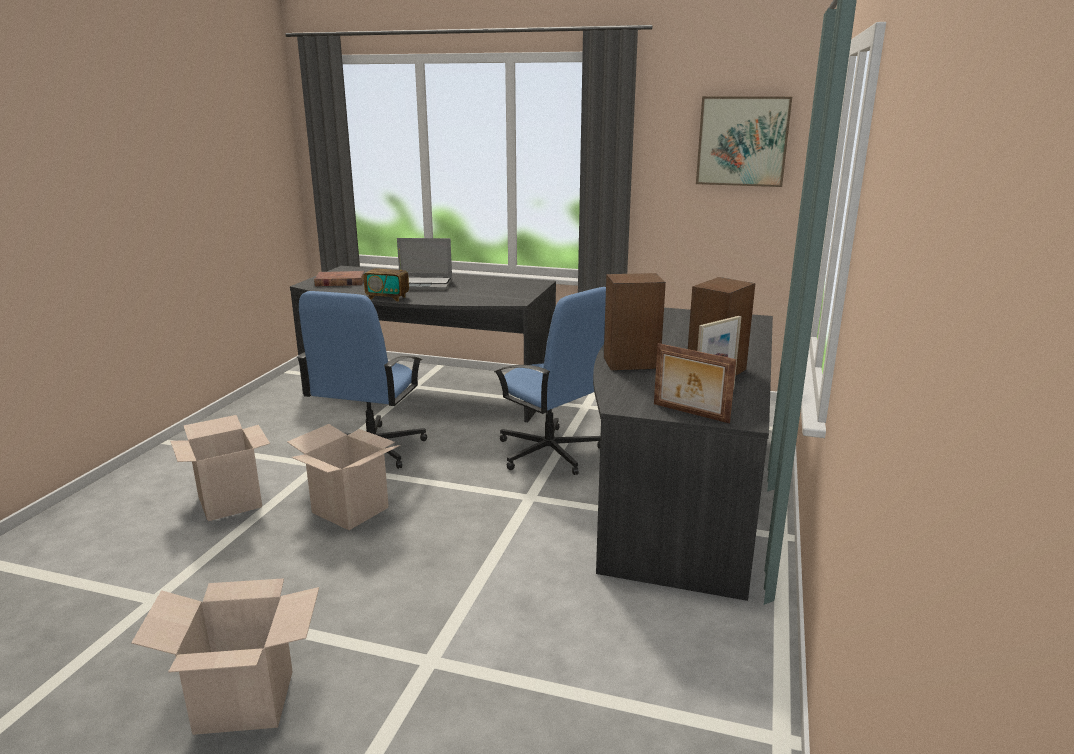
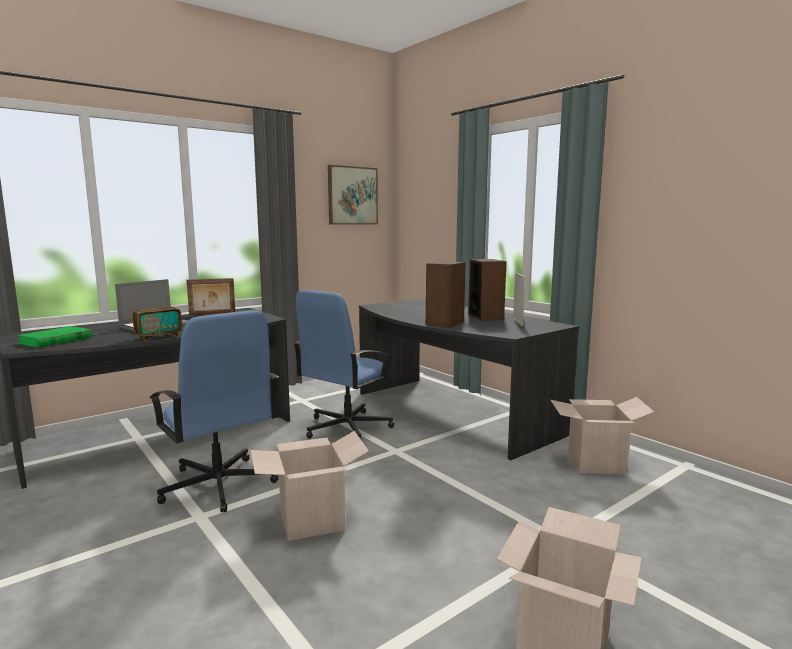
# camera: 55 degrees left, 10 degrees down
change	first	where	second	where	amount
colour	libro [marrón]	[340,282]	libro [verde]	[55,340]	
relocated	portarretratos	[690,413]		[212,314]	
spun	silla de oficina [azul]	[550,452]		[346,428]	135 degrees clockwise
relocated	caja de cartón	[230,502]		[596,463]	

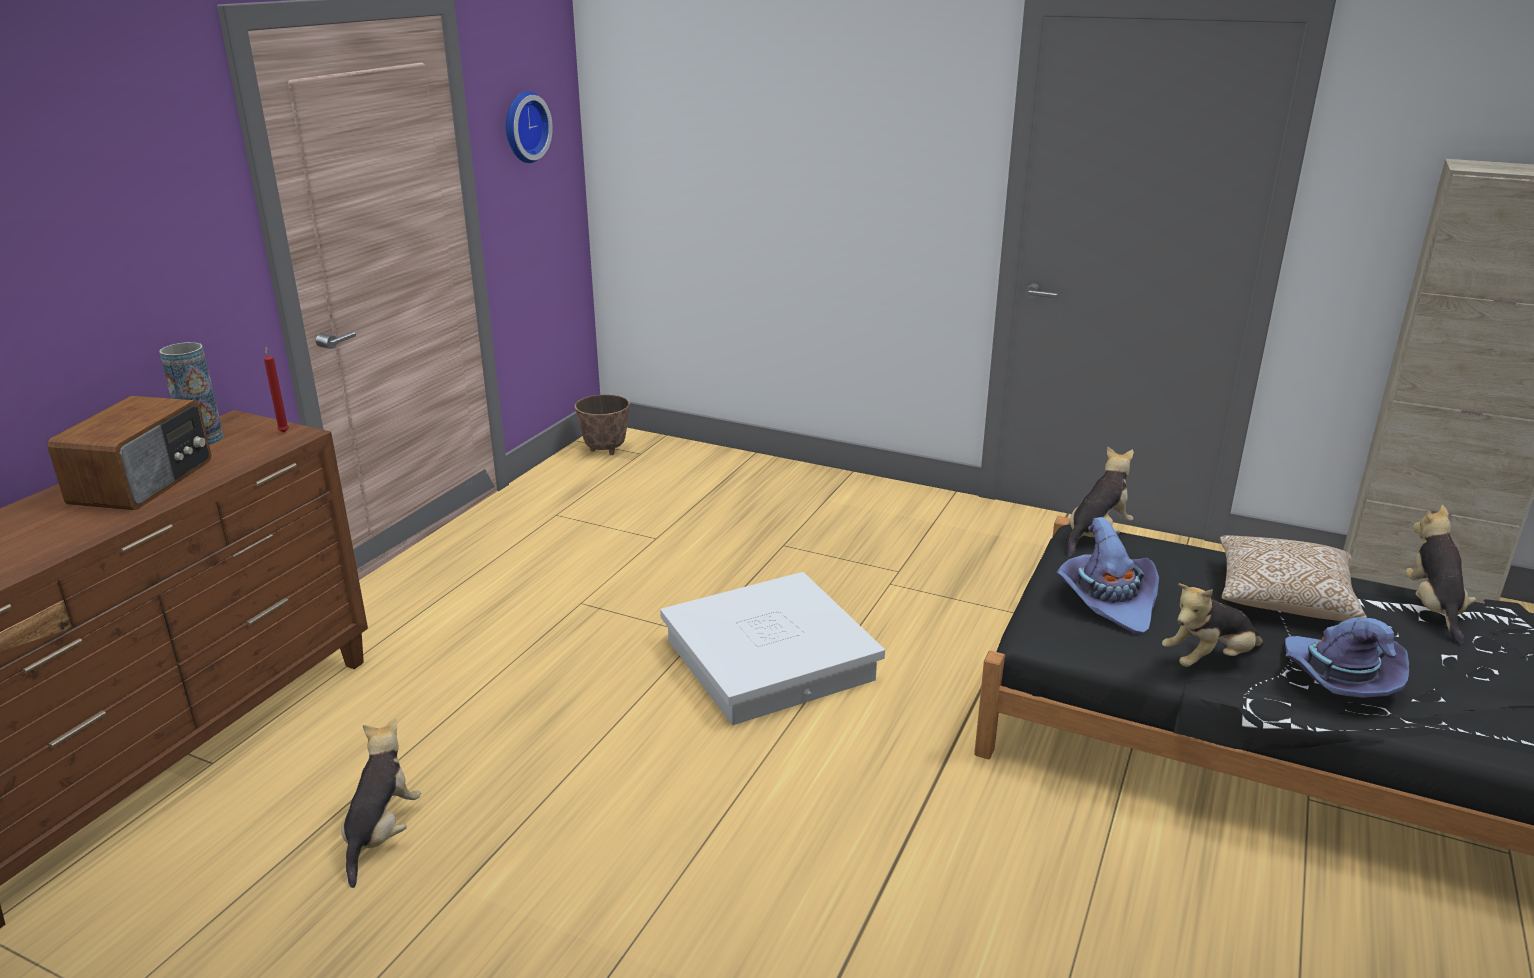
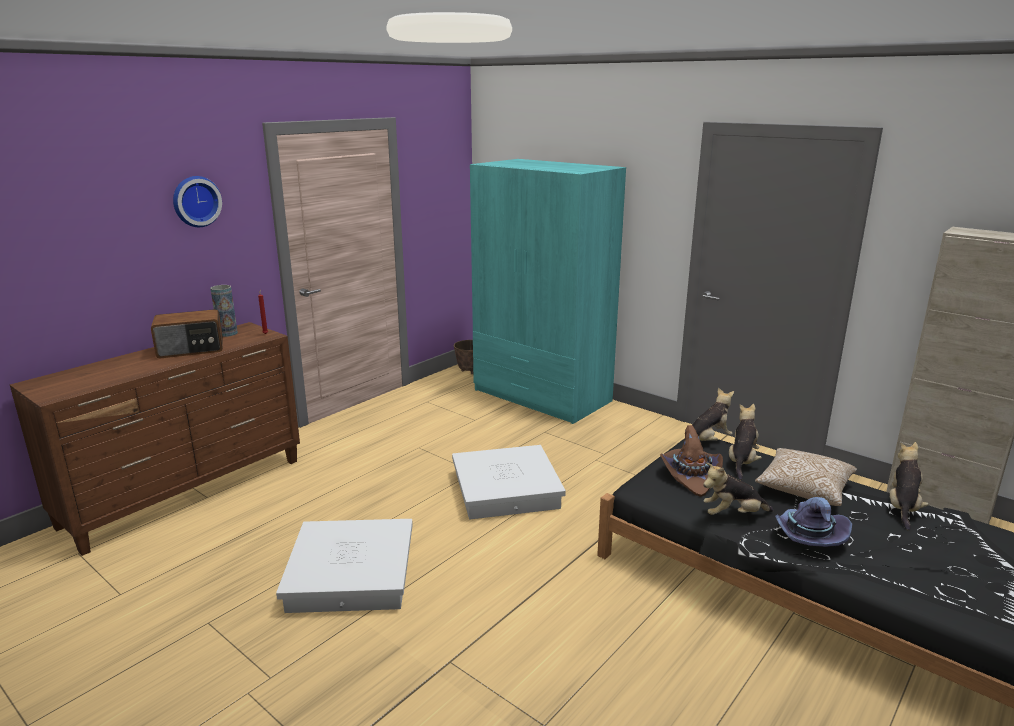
# camera: 15 degrees right, 5 degrees down
change	first	where	second	where	amount
spun	radio	[145,481]		[191,349]	45 degrees clockwise
relocated	reloj de pared	[523,127]		[195,201]	
appeared			caja de almacenaje [blanco]	[352,574]	
appeared			armario ropero [turquesa]	[541,396]	
colour	sombrero [morado]	[1107,600]	sombrero [marrón]	[691,476]	
relocated	peluche	[382,833]		[742,462]	

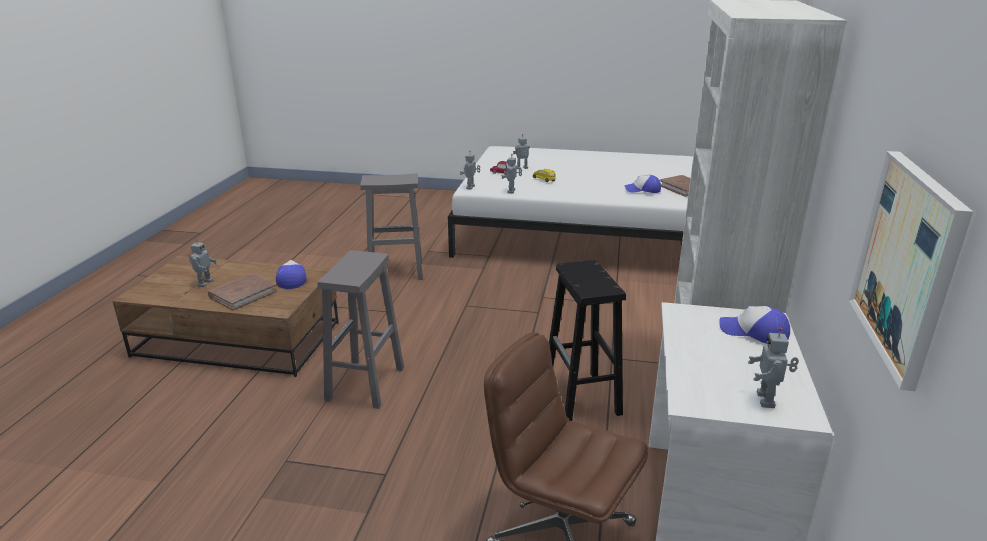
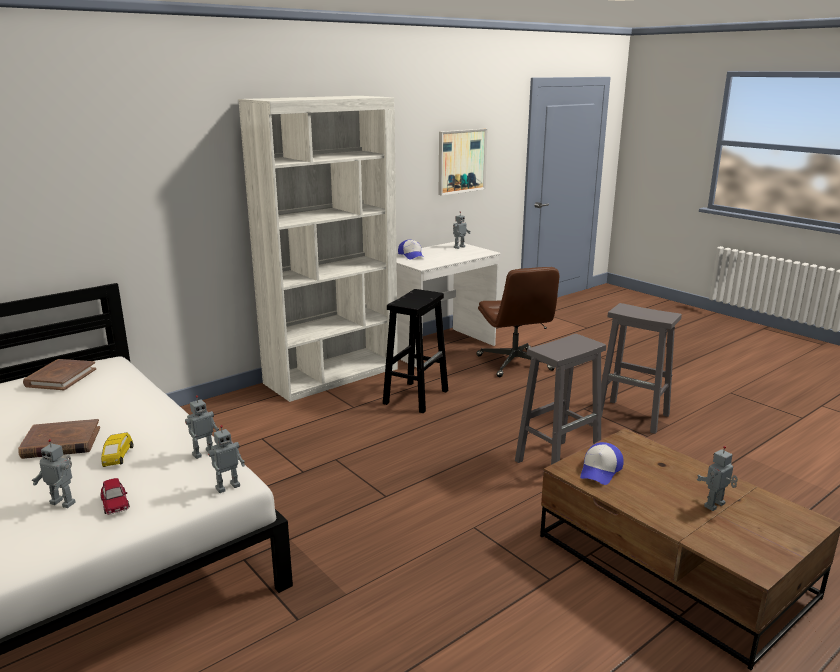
# camera: 140 degrees left, 5 degrees down
change	first	where	second	where	amount
relocated	libro [marrón]	[243,294]		[61,443]	
relocated	taburete [gris]	[394,272]		[633,416]	
missing	gorra	[642,190]			

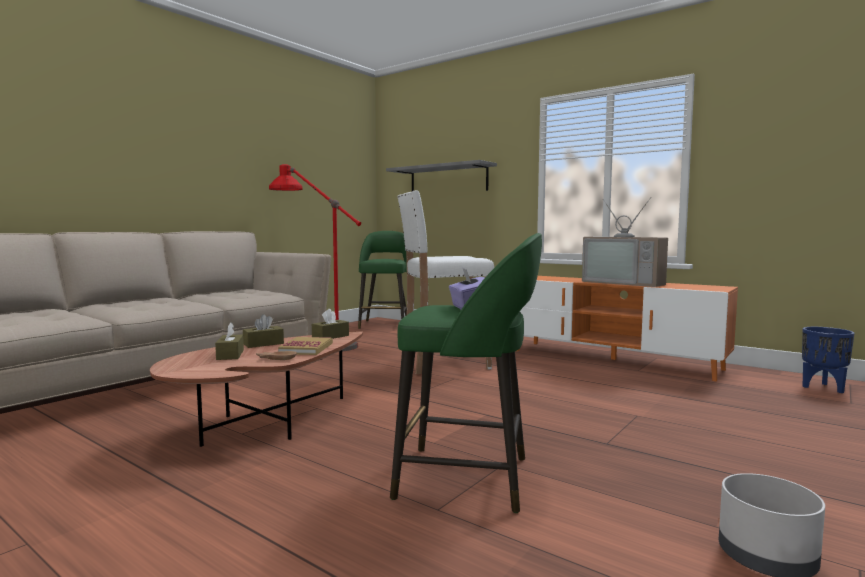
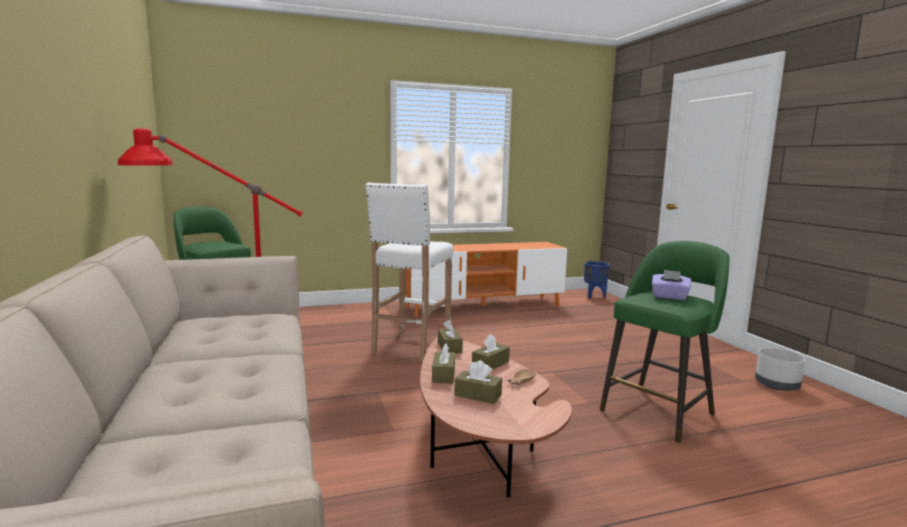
# camera: 55 degrees left, 5 degrees up
change	first	where	second	where	amount
exchanged	libro	[306,348]	caja de pañuelos [marrón]	[490,364]	
missing	estante [gris]	[448,179]			
missing	televisor	[625,283]			

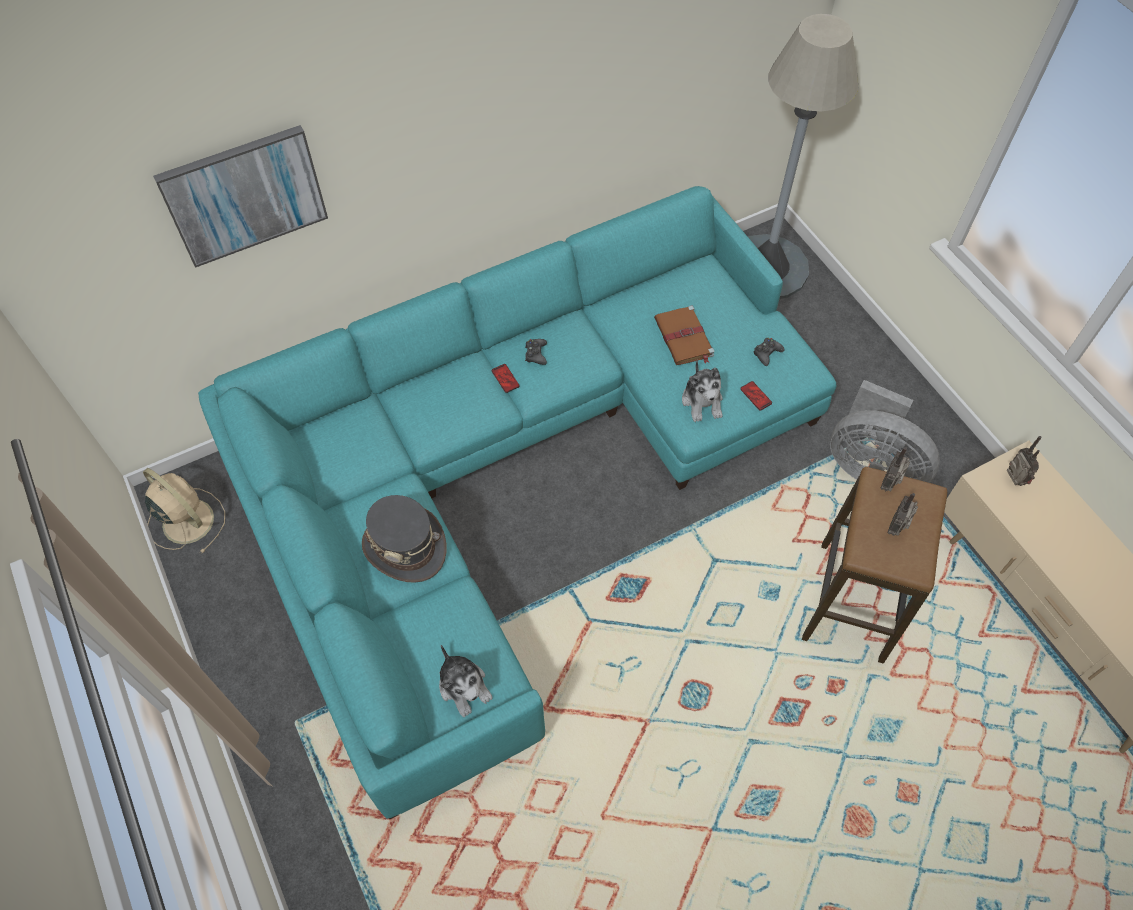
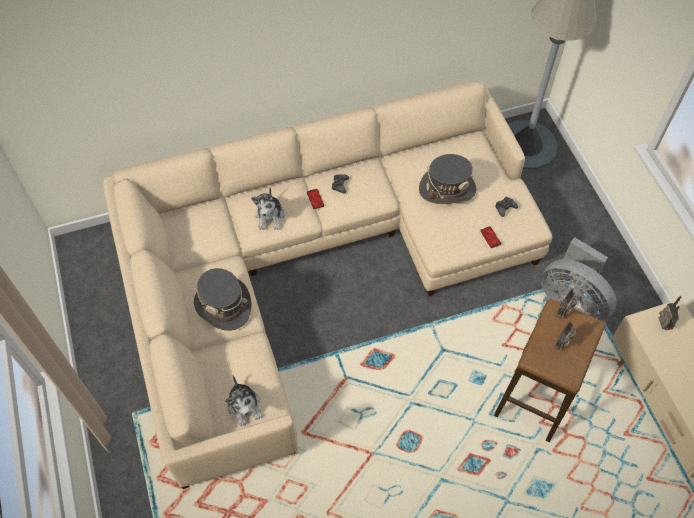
# camera: 10 degrees right, 0 degrees up
change	first	where	second	where	amount
colour	sofá [turquesa]	[511,468]	sofá [beis]	[312,263]	
relocated	peluche	[702,401]		[270,216]	
exchanged	libro [marrón]	[684,338]	sombrero [gris]	[447,189]	
missing	ventilador [beis]	[186,520]			
missing	cuadro	[244,195]			

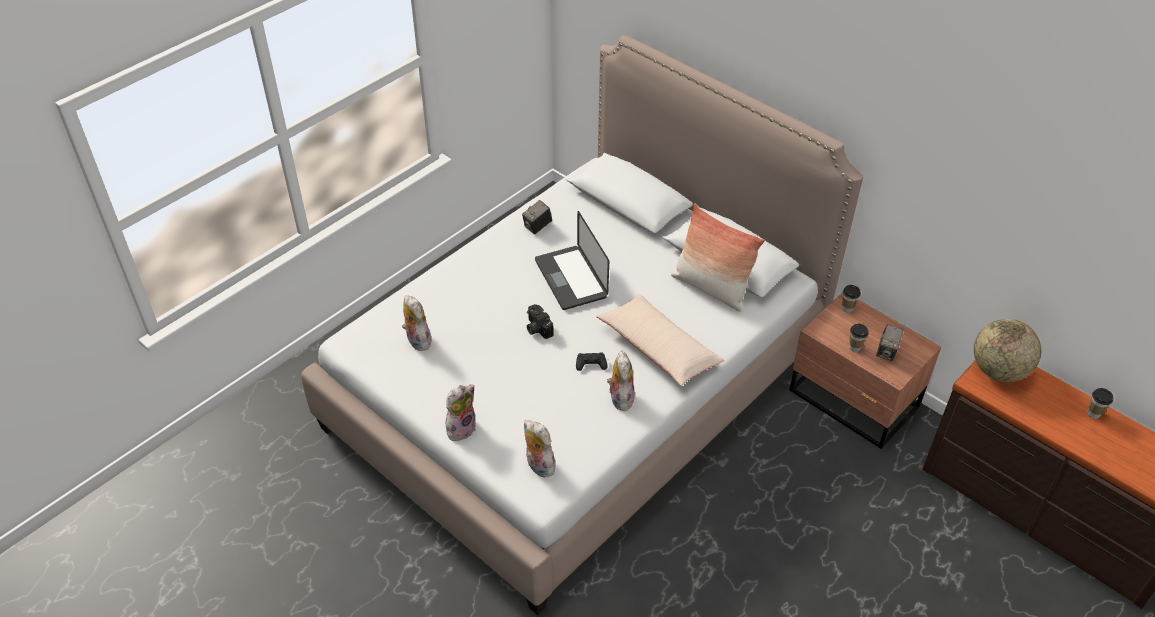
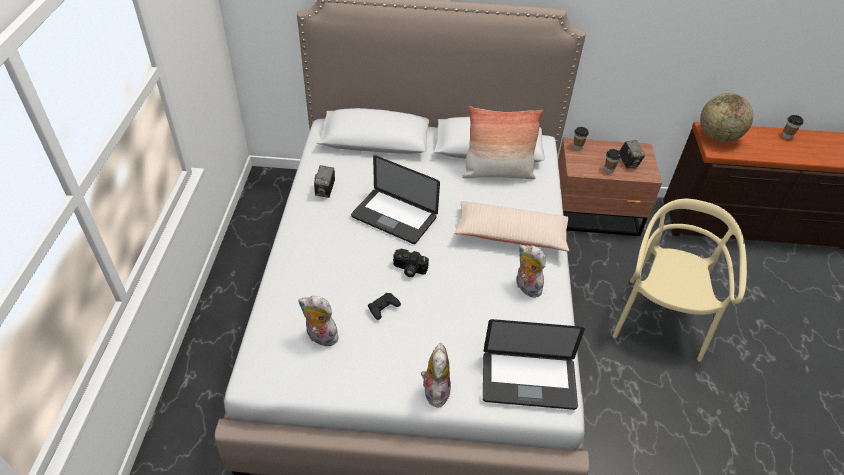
# camera: 40 degrees left, 0 degrees up
change	first	where	second	where	amount
relocated	mando de consola [negro]	[591,364]		[383,307]	
exchanged	peluche	[538,466]	portátil	[528,381]	
appeared			silla [beis]	[659,319]	

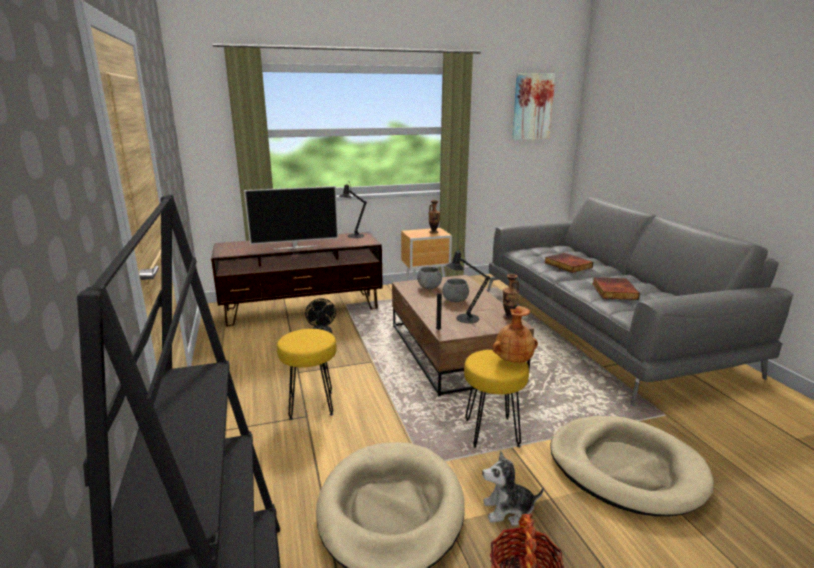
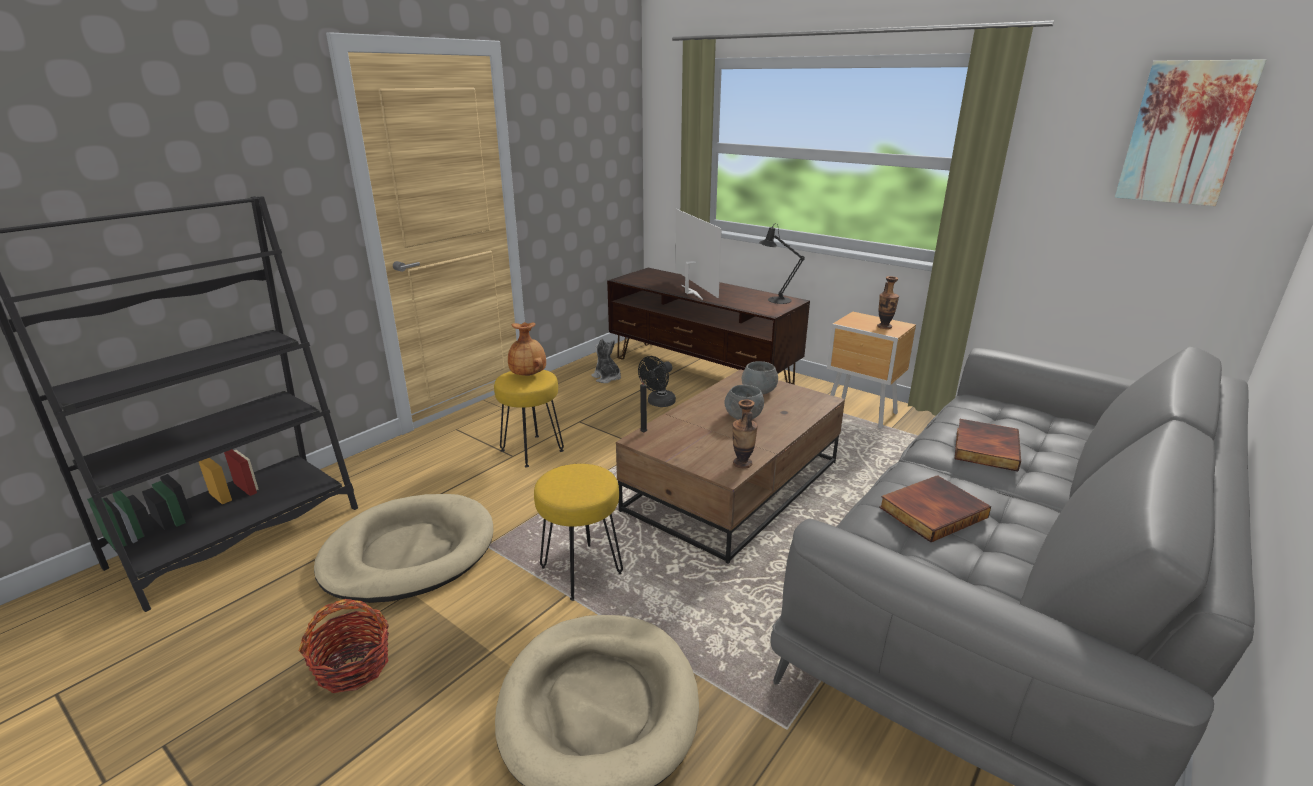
# camera: 55 degrees right, 5 degrees up
change	first	where	second	where	amount
relocated	florero [marrón]	[513,360]		[529,375]	
relocated	peluche	[508,510]		[607,378]	
spun	televisor	[295,247]		[690,292]	150 degrees counterclockwise
missing	lámpara de mesa [negro]	[464,318]			

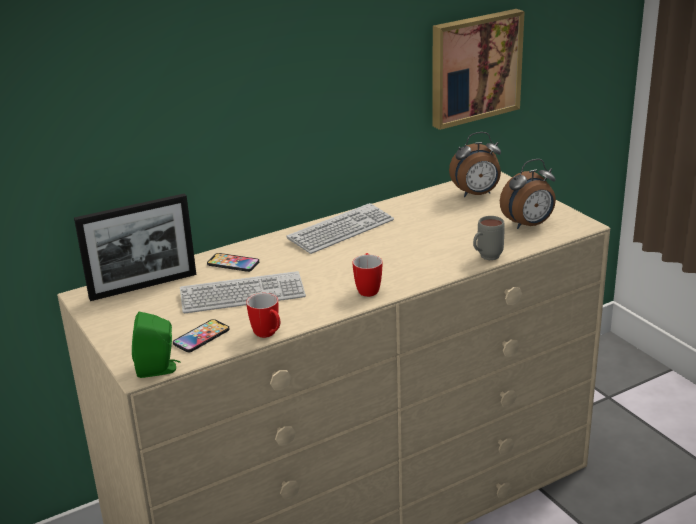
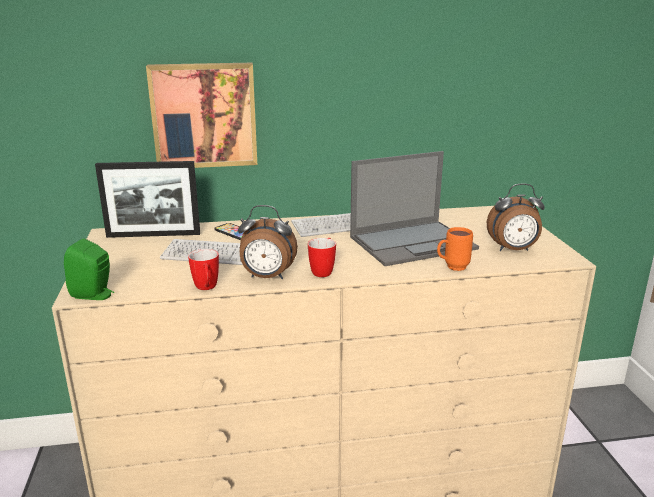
# camera: 20 degrees right, 5 degrees down
change	first	where	second	where	amount
relocated	cuadro	[474,67]		[204,115]	
relocated	despertador	[476,194]		[267,277]	
appeared			portátil	[413,242]	
colour	taza grande [gris]	[486,258]	taza grande [naranja]	[451,268]	
missing	móvil	[201,337]			

